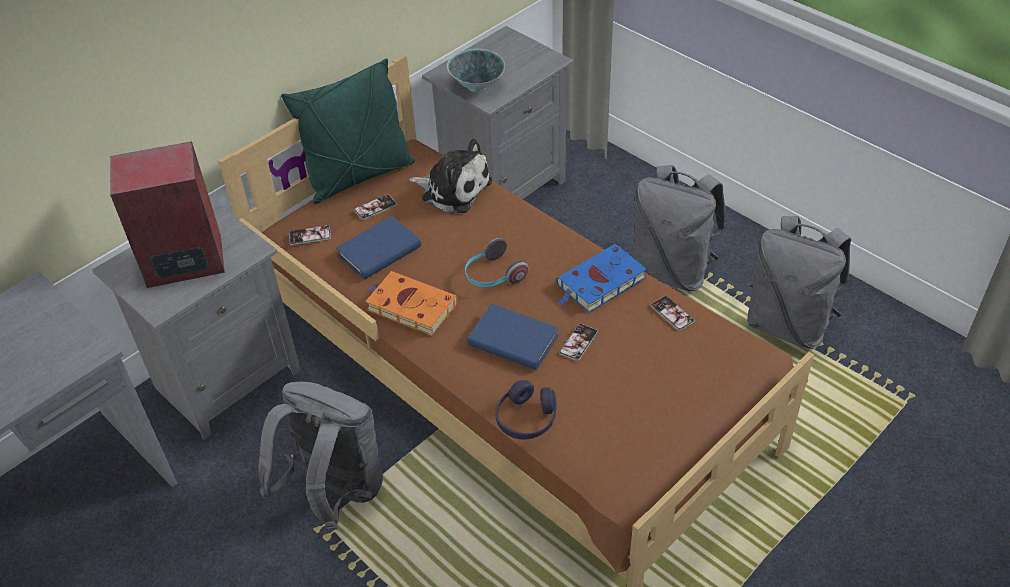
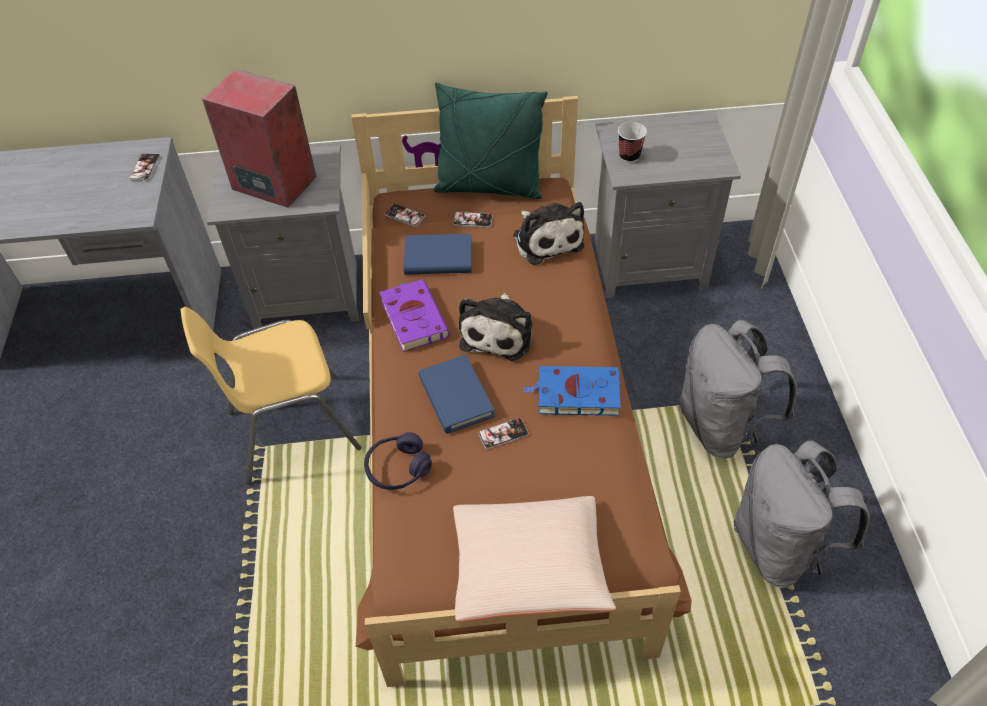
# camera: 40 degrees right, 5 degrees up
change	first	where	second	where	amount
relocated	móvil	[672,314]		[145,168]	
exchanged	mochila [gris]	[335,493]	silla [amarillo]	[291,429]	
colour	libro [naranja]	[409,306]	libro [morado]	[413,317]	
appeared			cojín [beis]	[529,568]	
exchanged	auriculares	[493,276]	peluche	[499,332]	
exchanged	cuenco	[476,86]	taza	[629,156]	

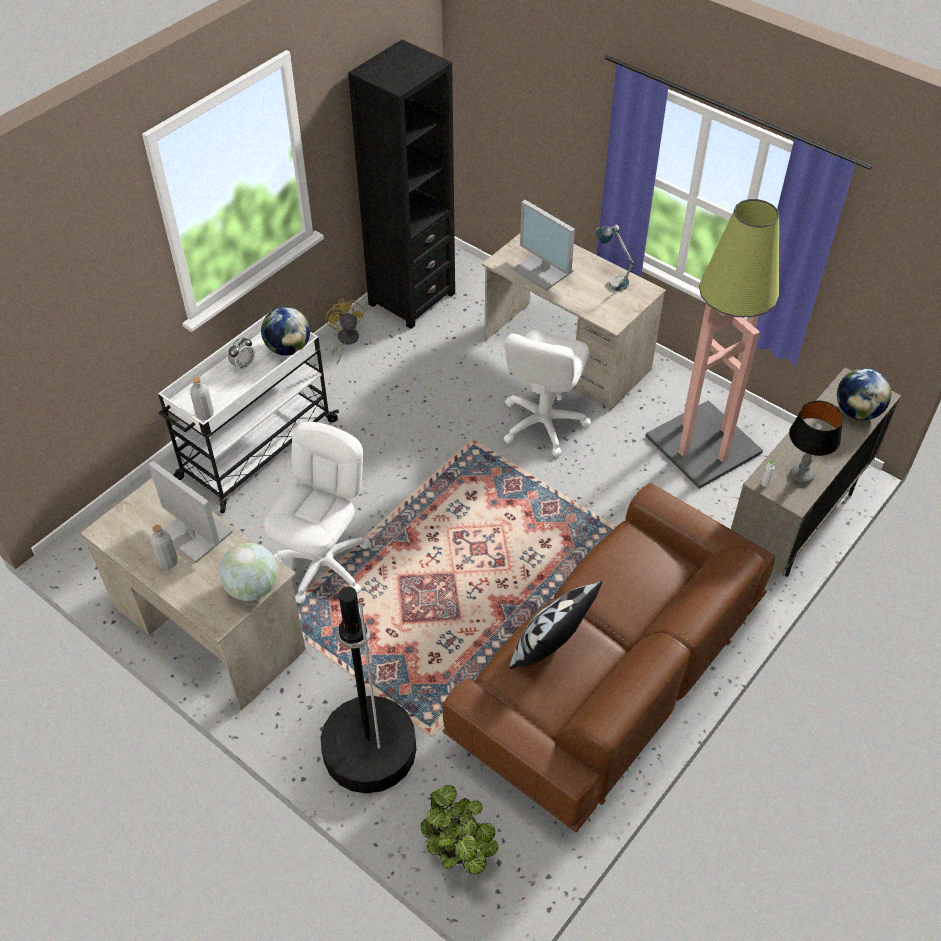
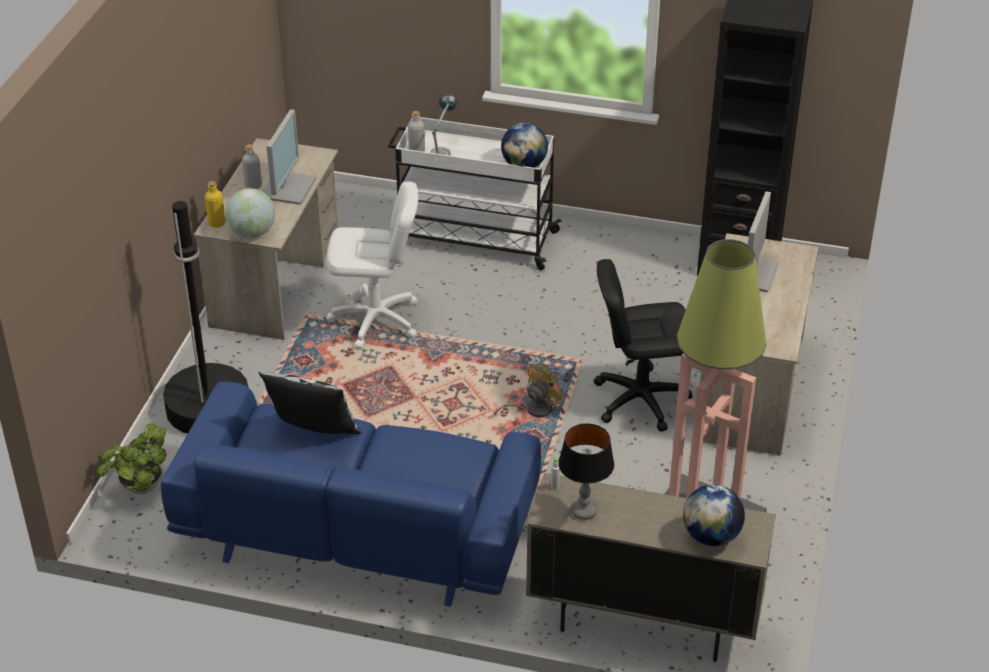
# camera: 65 degrees right, 10 degrees down
change	first	where	second	where	amount
colour	sofá [marrón]	[607,679]	sofá [azul]	[356,530]	
appeared			botella [amarillo]	[217,223]	
relocated	lámpara de mesa	[611,279]		[443,150]	
relocated	ventilador [amarillo]	[345,341]		[533,409]	
colour	silla de oficina [blanco]	[542,423]	silla de oficina [negro]	[640,399]	
missing	despertador	[243,365]			

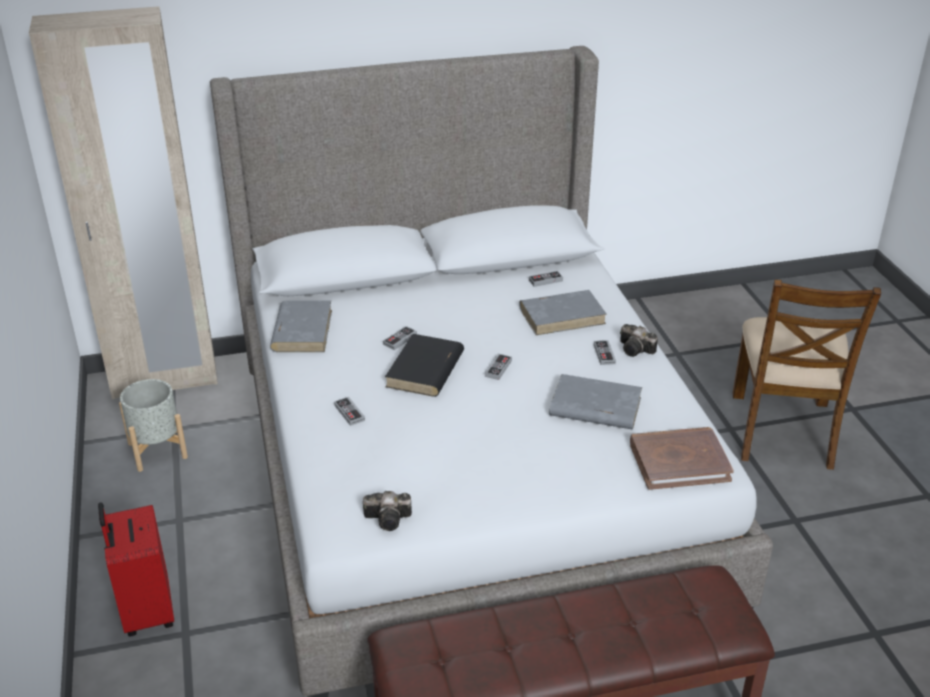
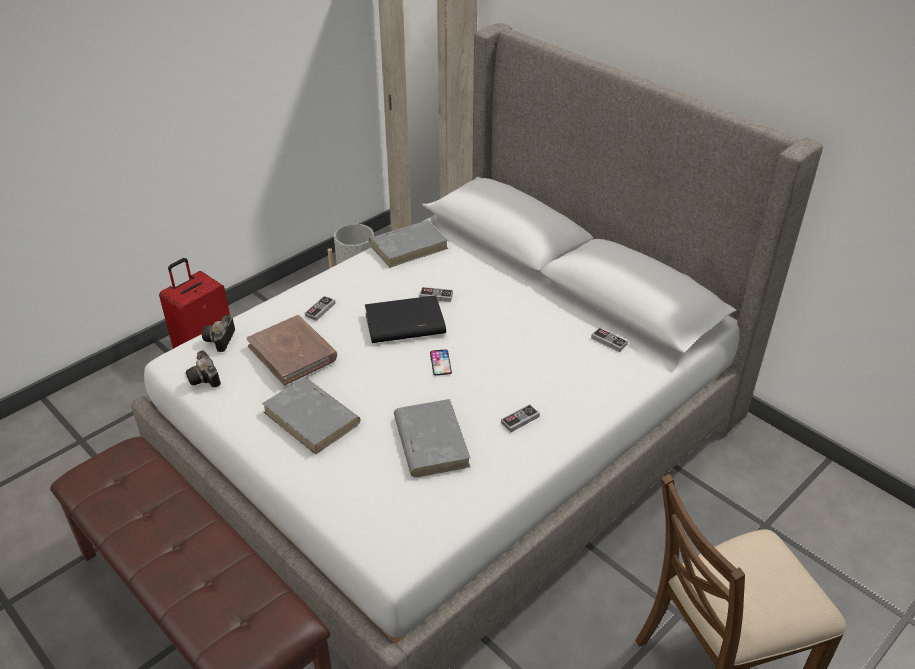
# camera: 60 degrees right, 5 degrees up
change	first	where	second	where	amount
relocated	cámara	[637,350]		[220,341]	
relocated	libro [marrón]	[679,461]		[293,353]	
relocated	libro [gris]	[562,315]		[312,418]	
exchanged	mando de consola	[498,368]	móvil	[440,362]	

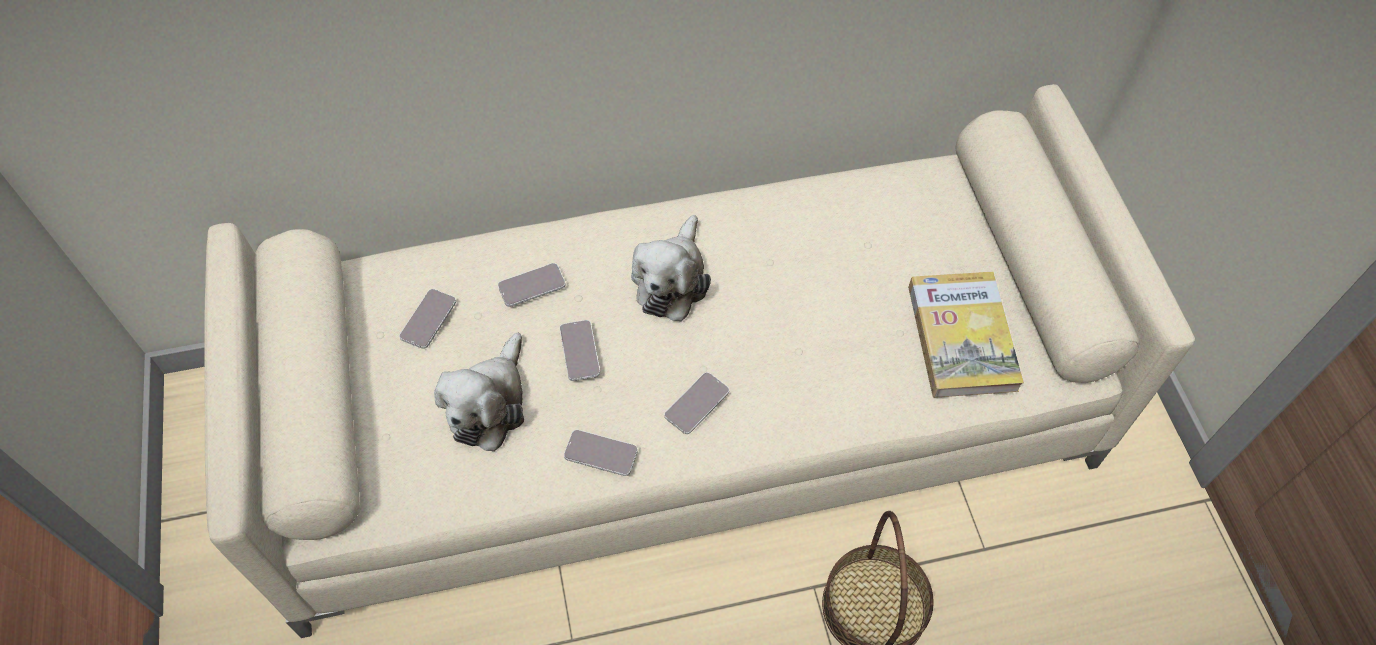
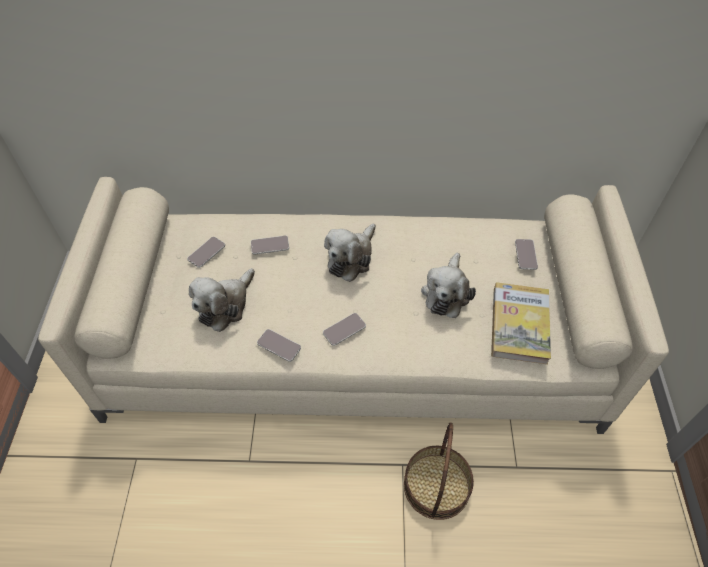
# camera: 15 degrees right, 5 degrees down
change	first	where	second	where	amount
appeared			peluche	[446,293]	
relocated	móvil	[579,351]		[525,254]	

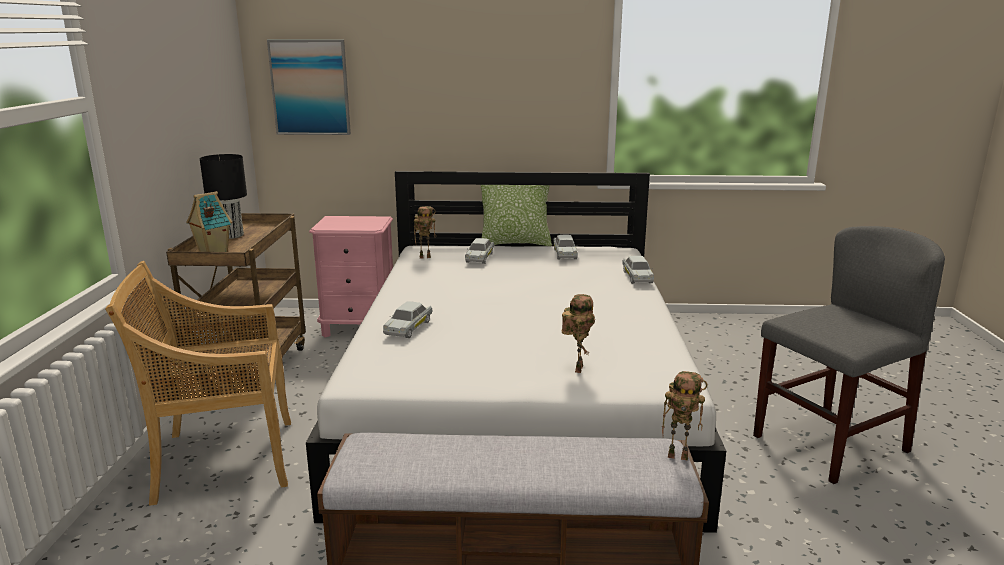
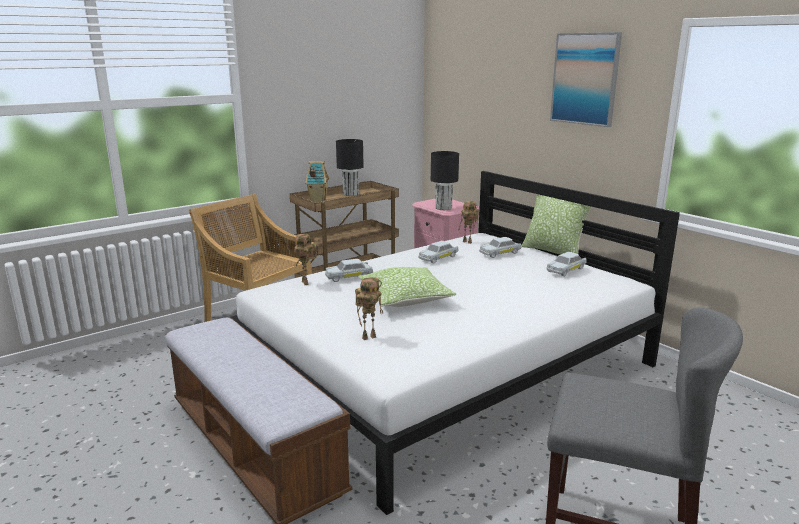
# camera: 50 degrees right, 0 degrees up
change	first	where	second	where	amount
relocated	robot de juguete	[679,456]		[306,283]	
appeared			cojín	[405,298]	
relocated	coche de juguete [blanco]	[637,277]		[438,258]	
appeared			lámpara de mesa [negro]	[443,208]	
relocated	cuadro	[310,87]		[585,79]	

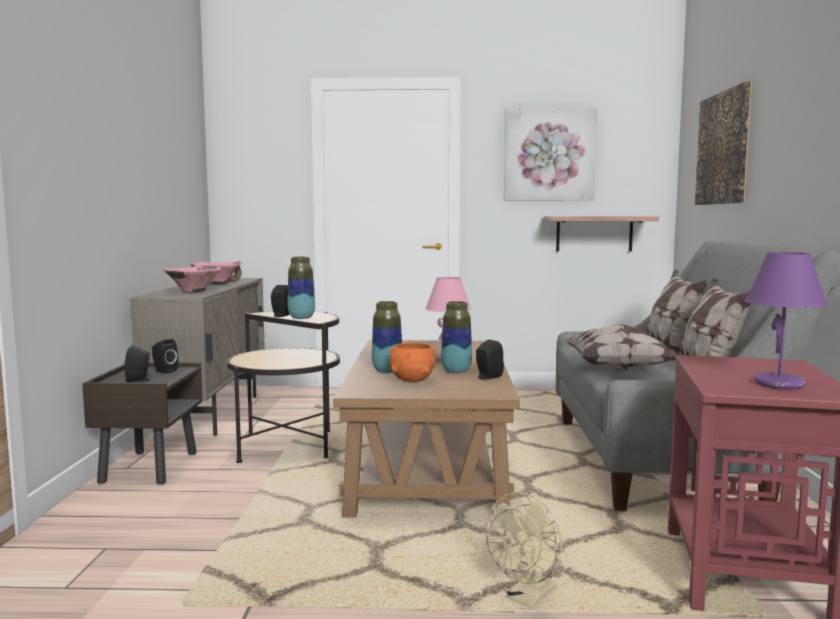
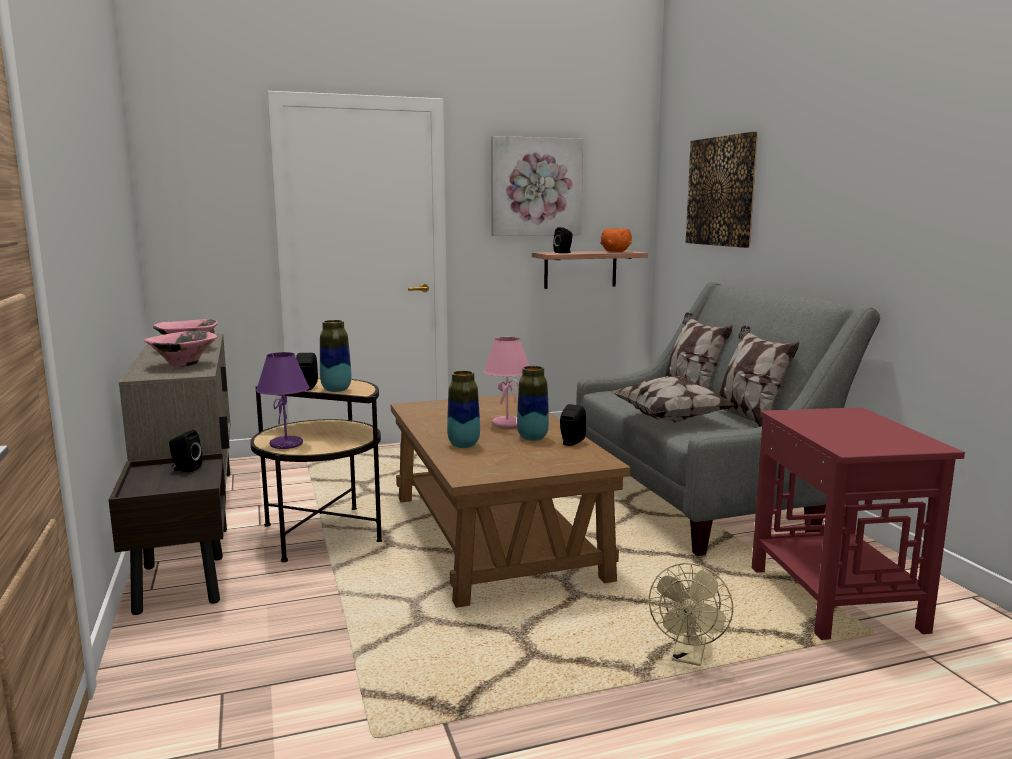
# camera: 20 degrees left, 5 degrees up
change	first	where	second	where	amount
relocated	lámpara de mesa [morado]	[780,384]		[286,445]	
relocated	altavoz [negro]	[139,380]		[564,252]	
relocated	cuenco [naranja]	[411,380]		[615,251]	

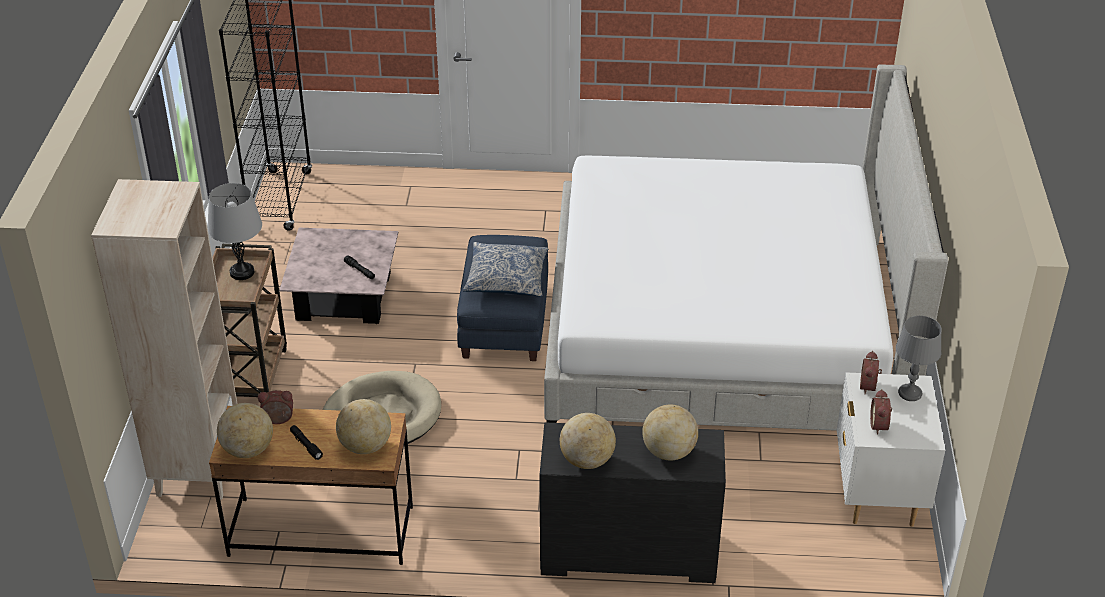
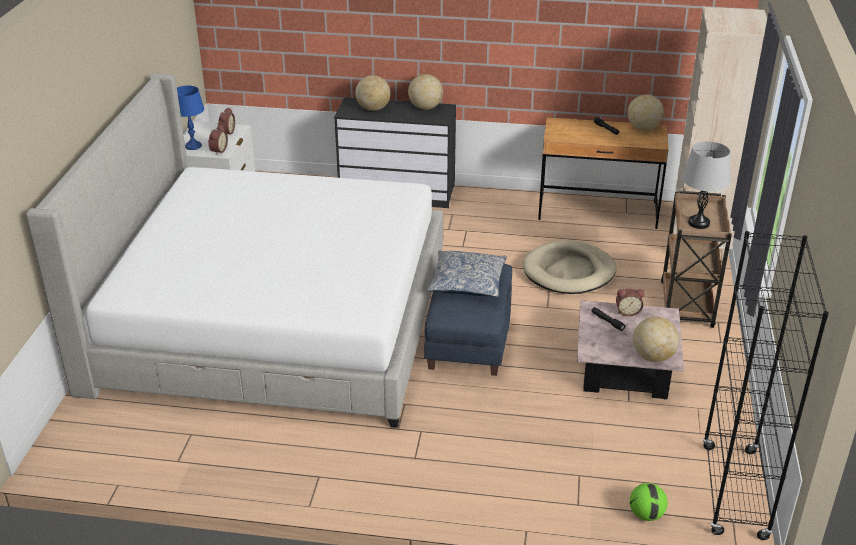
# camera: 175 degrees left, 5 degrees down
change	first	where	second	where	amount
colour	lámpara de mesa [gris]	[910,393]	lámpara de mesa [azul]	[193,146]	
relocated	despertador	[278,420]		[627,311]	
appeared			balón de fútbol	[646,515]	
relocated	globo terráqueo	[365,446]		[653,356]	

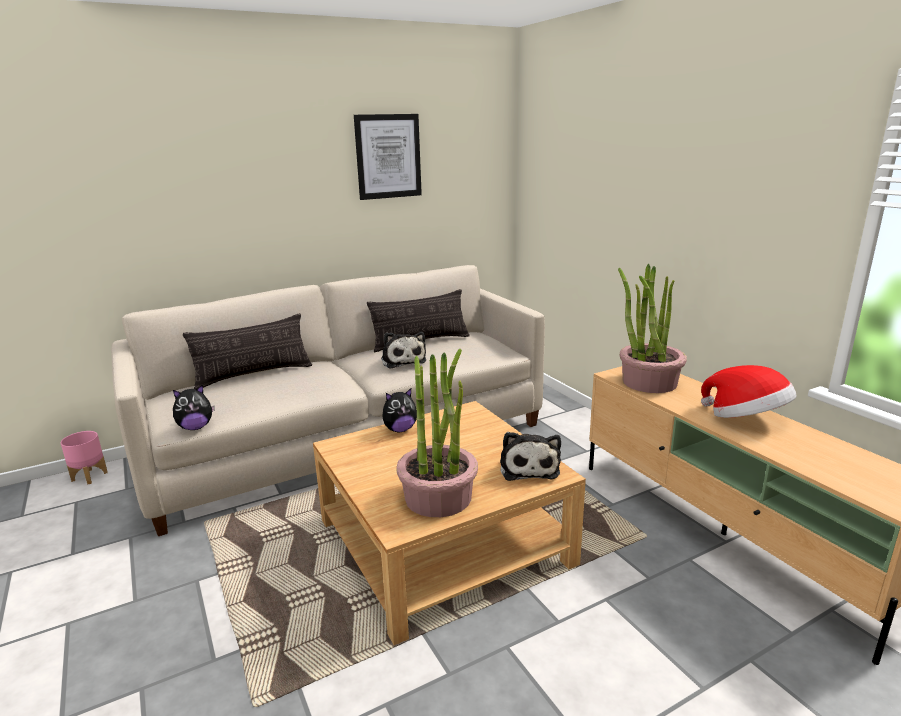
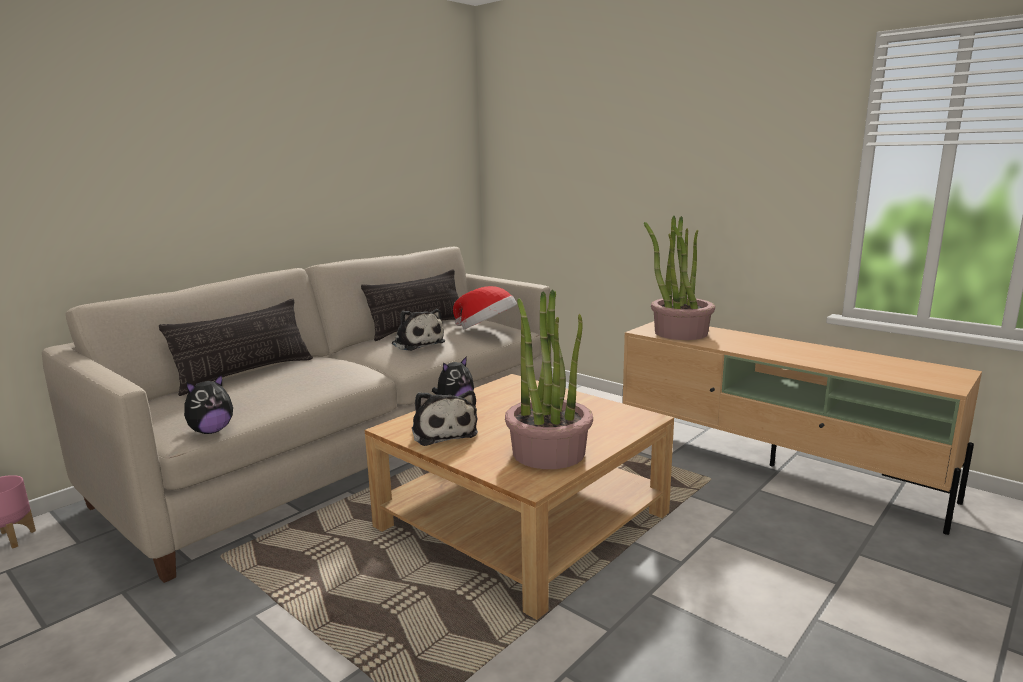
# camera: 20 degrees left, 5 degrees down
change	first	where	second	where	amount
relocated	peluche	[528,467]		[443,432]	
relocated	sombrero	[745,418]		[486,329]	
missing	cuadro	[388,156]			

